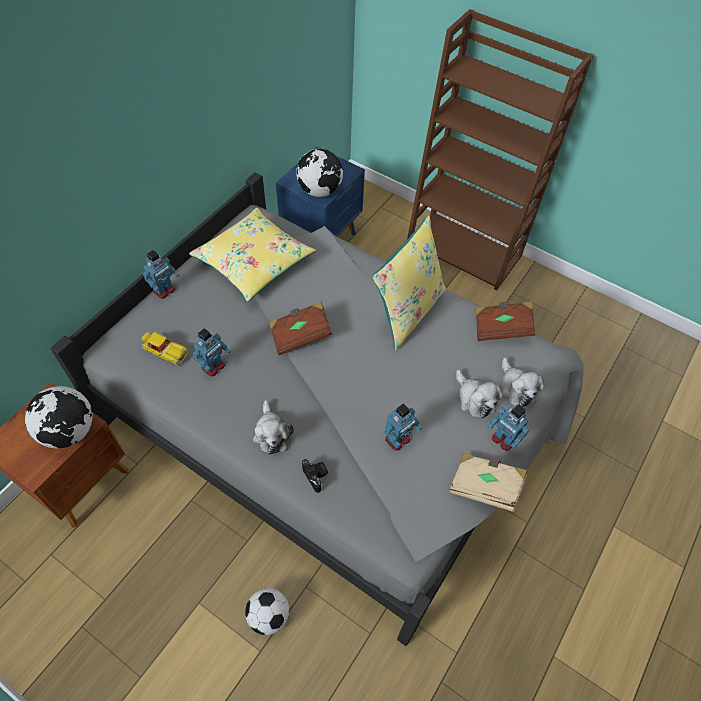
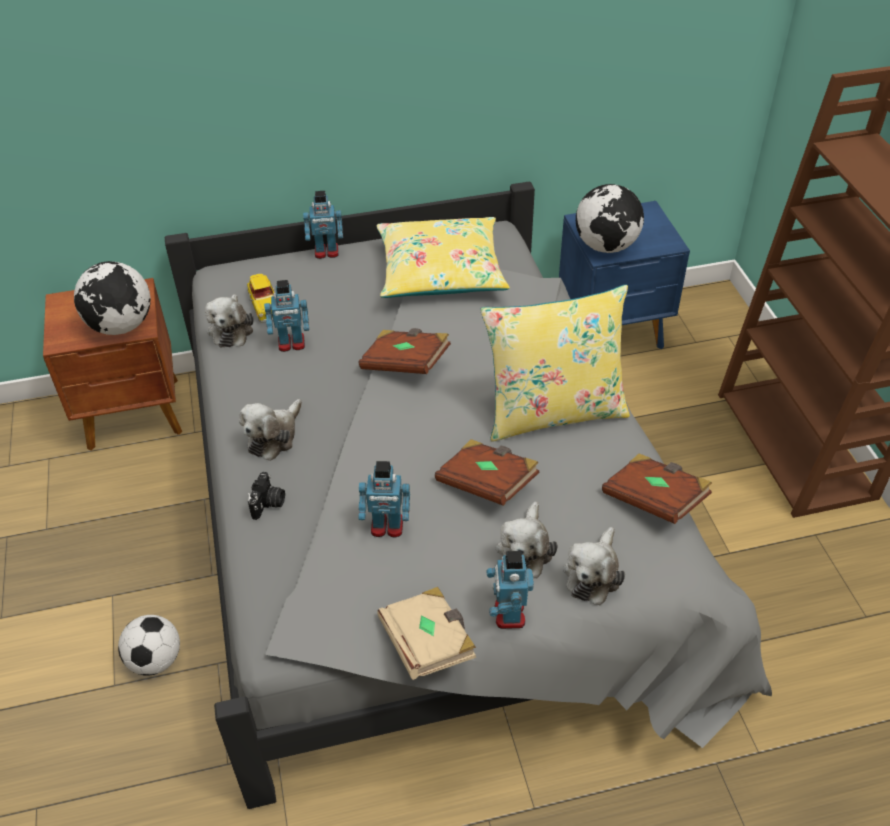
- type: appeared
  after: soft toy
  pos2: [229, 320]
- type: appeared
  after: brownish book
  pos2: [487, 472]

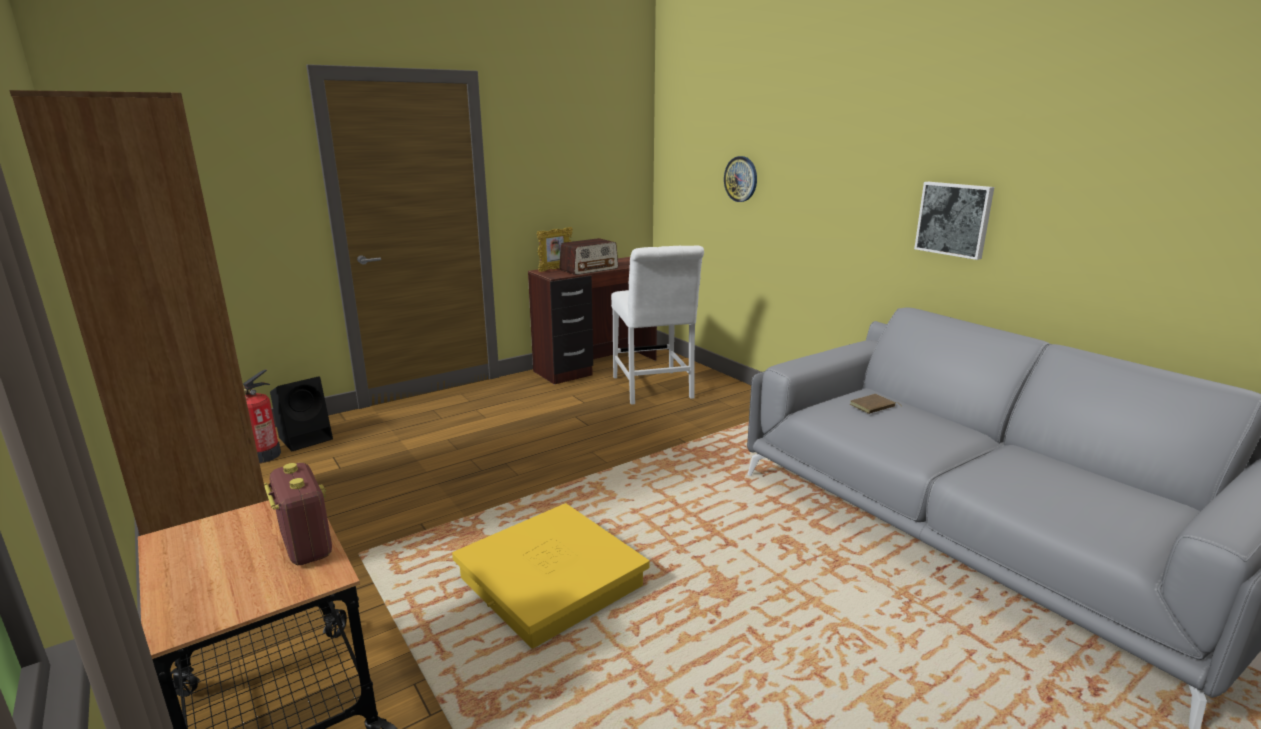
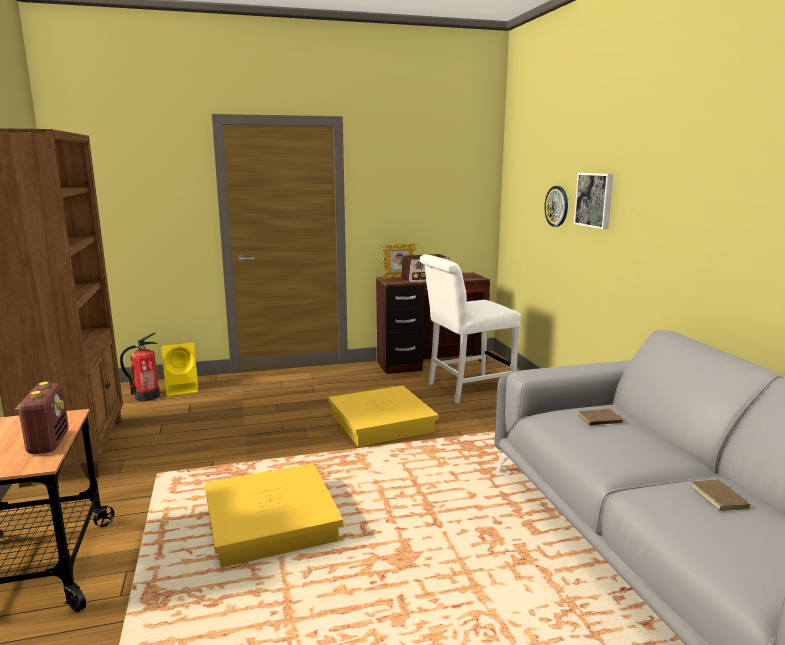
- type: colour
  before: black-coloured loudspeaker
  after: yellowish loudspeaker
  pos1: [301, 413]
  pos2: [180, 369]
- type: appeared
  after: yellowish storage bin
  pos2: [383, 416]
- type: spun
  before: whitish plain chair
  pos1: [657, 325]
  pos2: [470, 328]
  turn: 60
- type: relocated
  before: wall art
  pos1: [954, 221]
  pos2: [594, 201]
- type: appeared
  after: brownish book
  pos2: [721, 494]

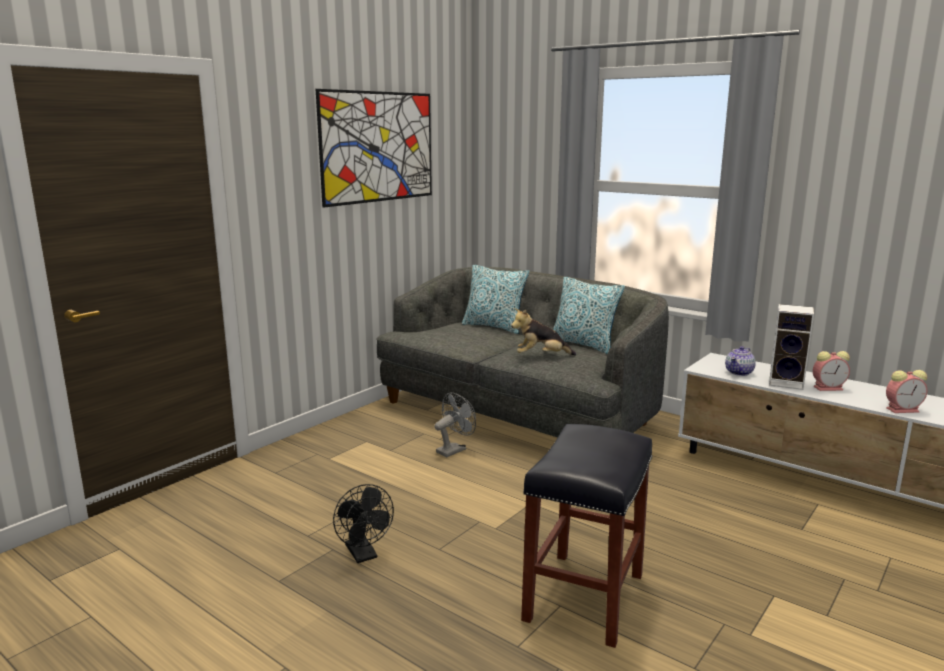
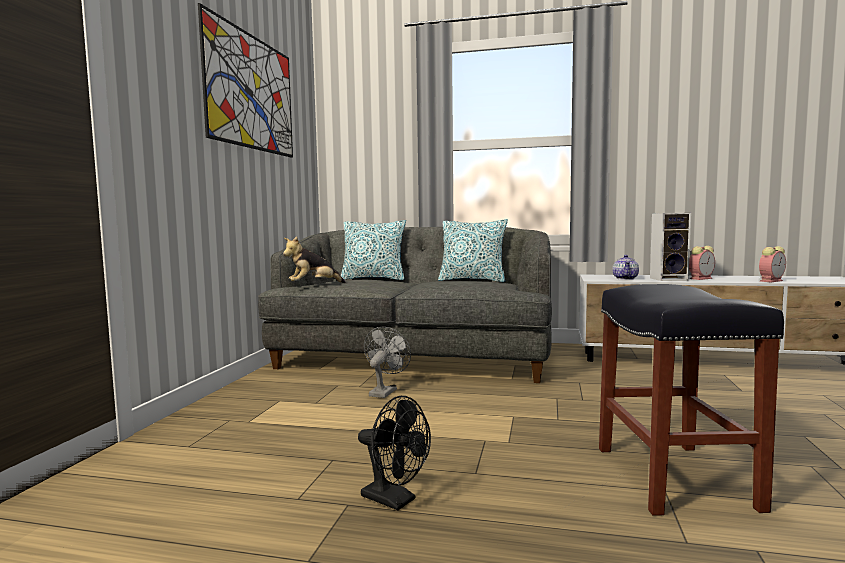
- type: relocated
  before: soft toy
  pos1: [543, 332]
  pos2: [314, 259]

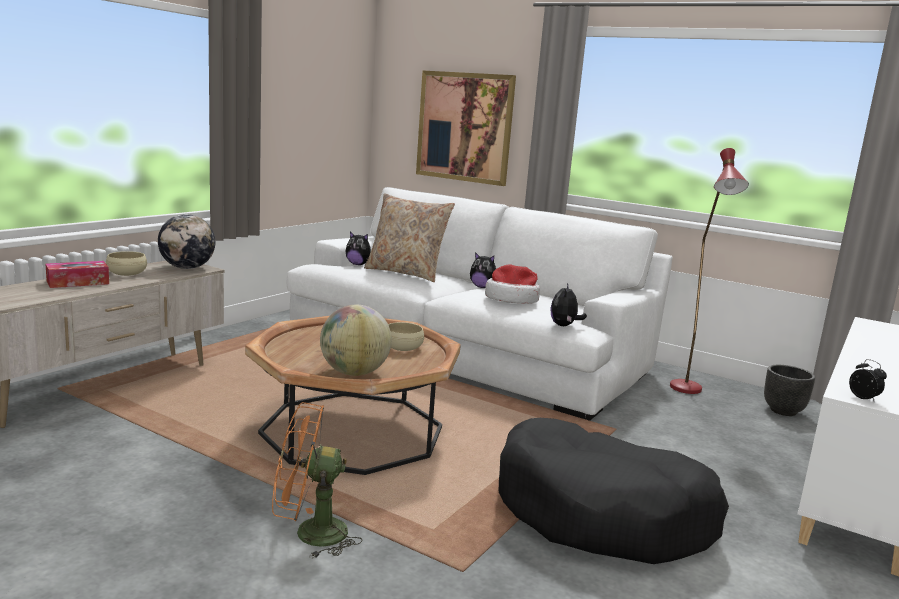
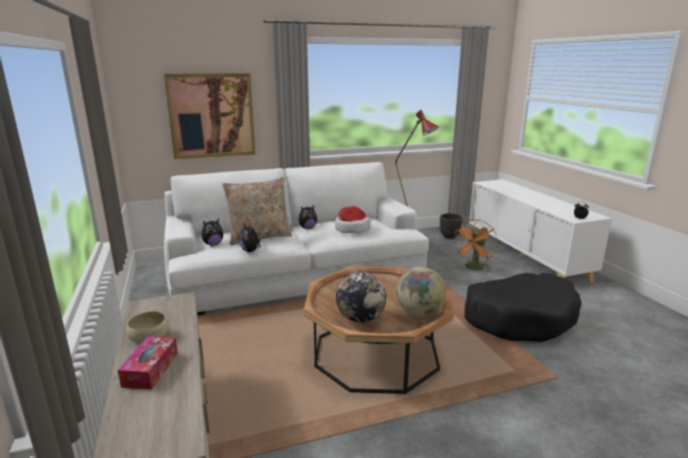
- type: relocated
  before: soft toy
  pos1: [568, 304]
  pos2: [250, 238]
- type: relocated
  before: desk globe
  pos1: [186, 241]
  pos2: [361, 297]
- type: relocated
  before: orange cooling fan
  pos1: [317, 480]
  pos2: [476, 245]
- type: missing
  before: beige-coloured deep dish
  pos1: [406, 336]

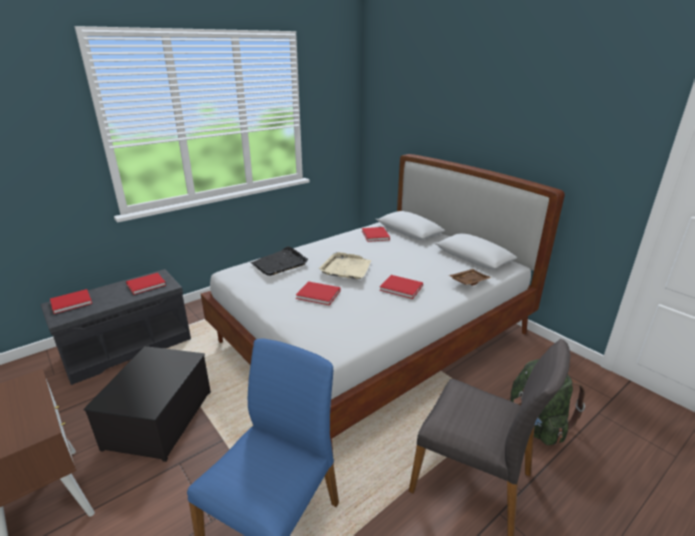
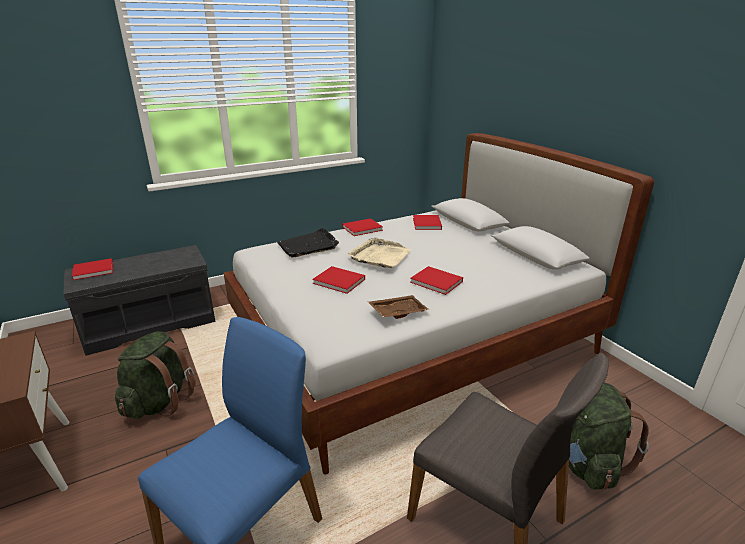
- type: exchanged
  before: storage bin
  after: greenish backpack
  pos1: [147, 404]
  pos2: [155, 375]
- type: relocated
  before: reddish book
  pos1: [146, 284]
  pos2: [362, 227]
- type: relocated
  before: brownish carrying tray
  pos1: [470, 277]
  pos2: [398, 307]

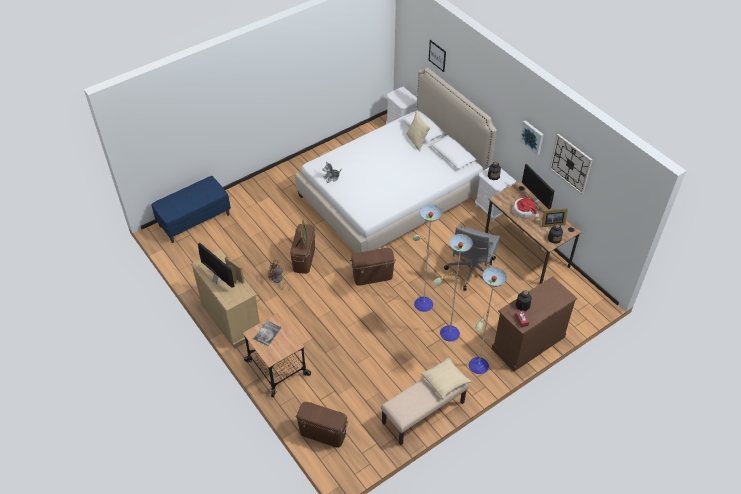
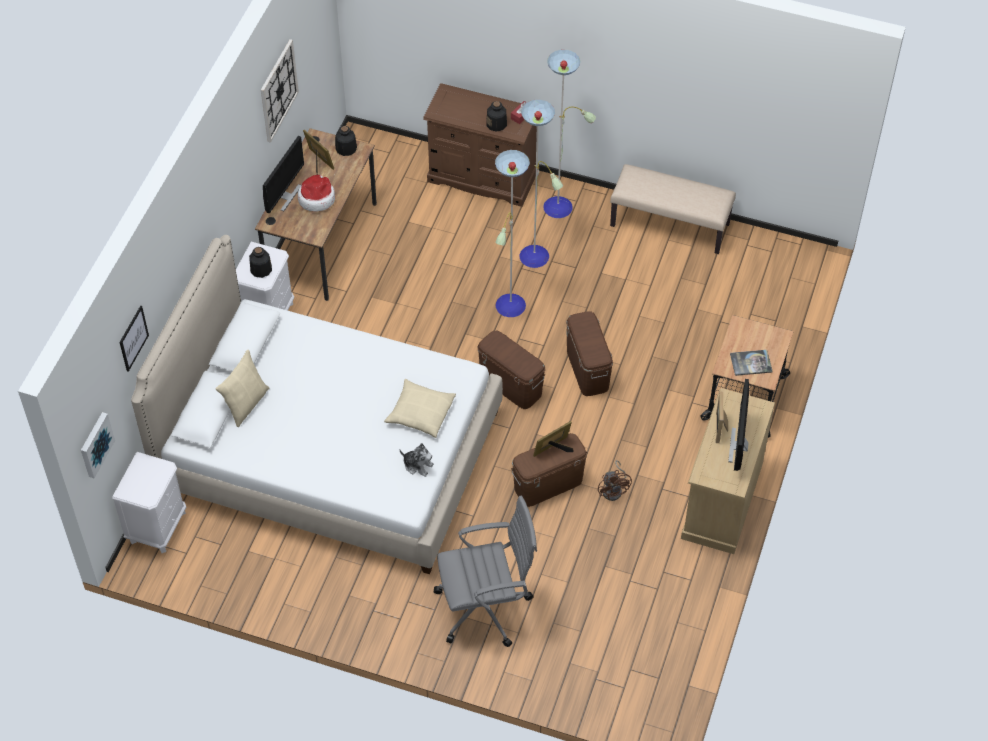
- type: relocated
  before: wall art
  pos1: [532, 137]
  pos2: [98, 445]
- type: relocated
  before: beige-coloured throw pillow
  pos1: [445, 377]
  pos2: [420, 408]
- type: relocated
  before: greyish desk chair
  pos1: [472, 257]
  pos2: [485, 572]
- type: relocated
  before: brownish storage bin
  pos1: [322, 425]
  pos2: [589, 353]
- type: missing
  before: bluish long seat
  pos1: [191, 209]

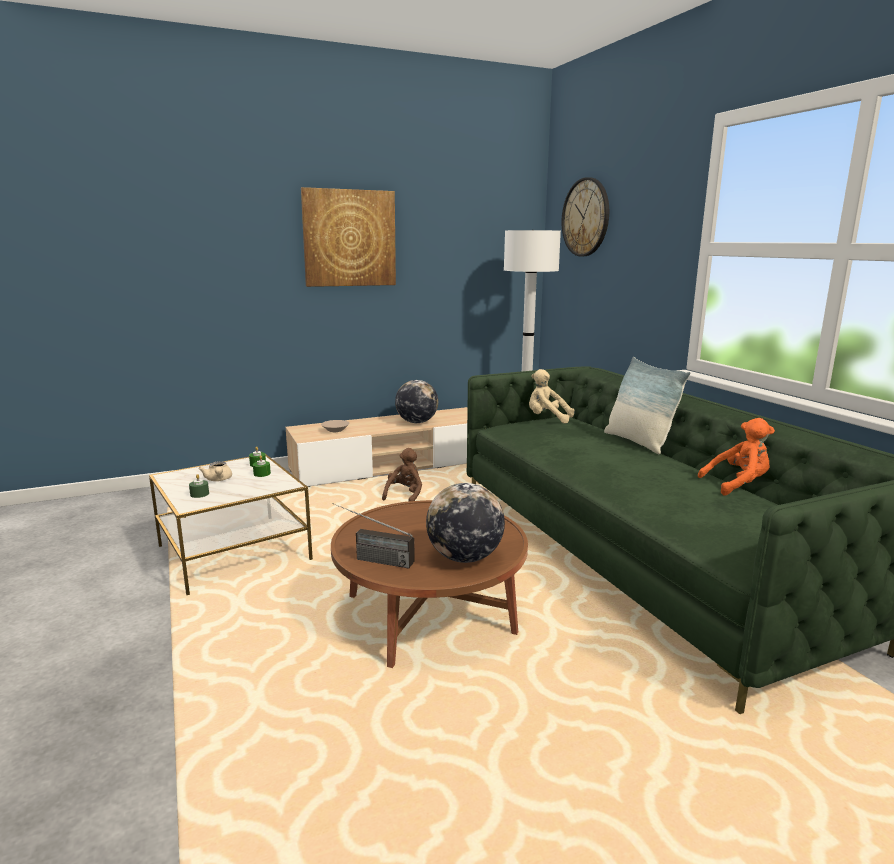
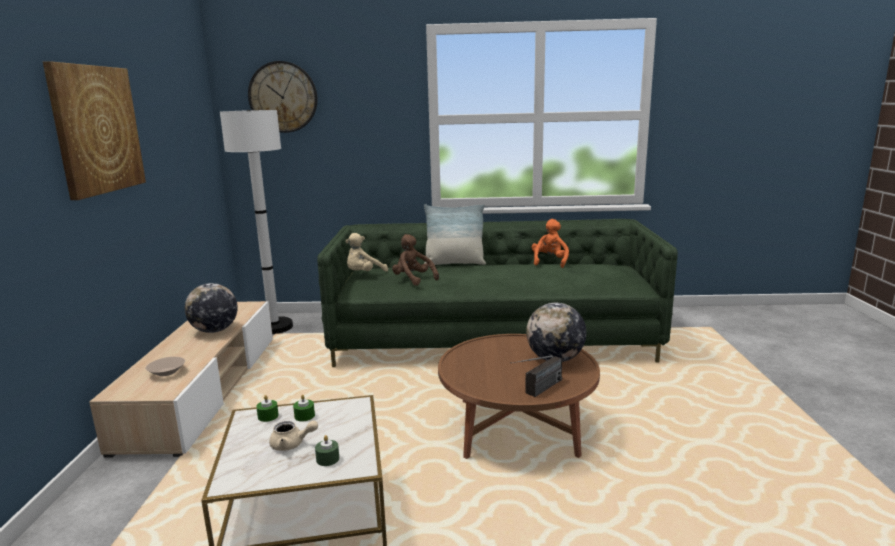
- type: relocated
  before: brownish soft toy
  pos1: [402, 474]
  pos2: [415, 260]

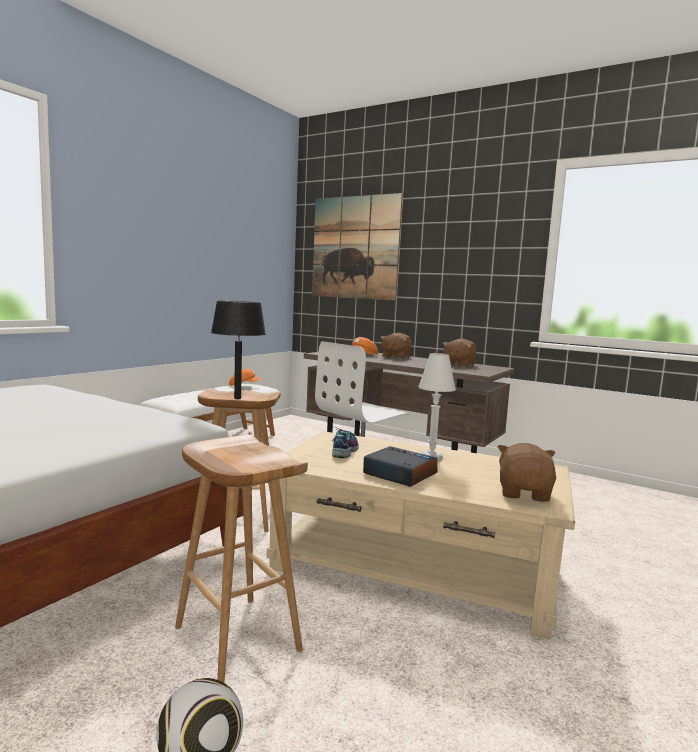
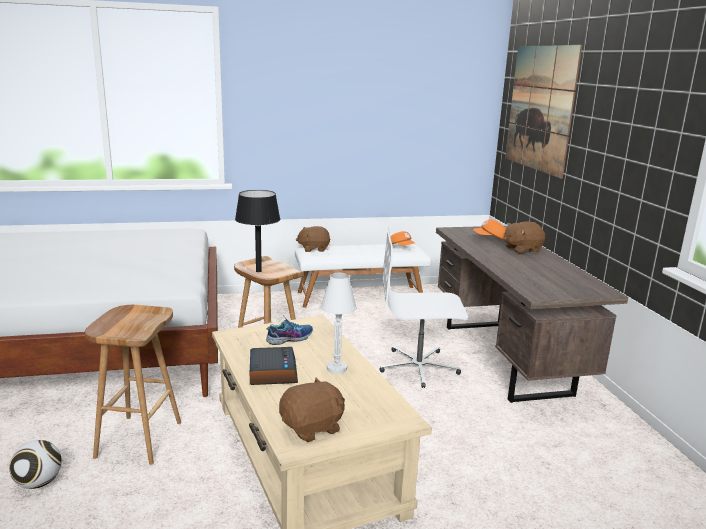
- type: relocated
  before: brownish soft toy
  pos1: [460, 353]
  pos2: [313, 239]

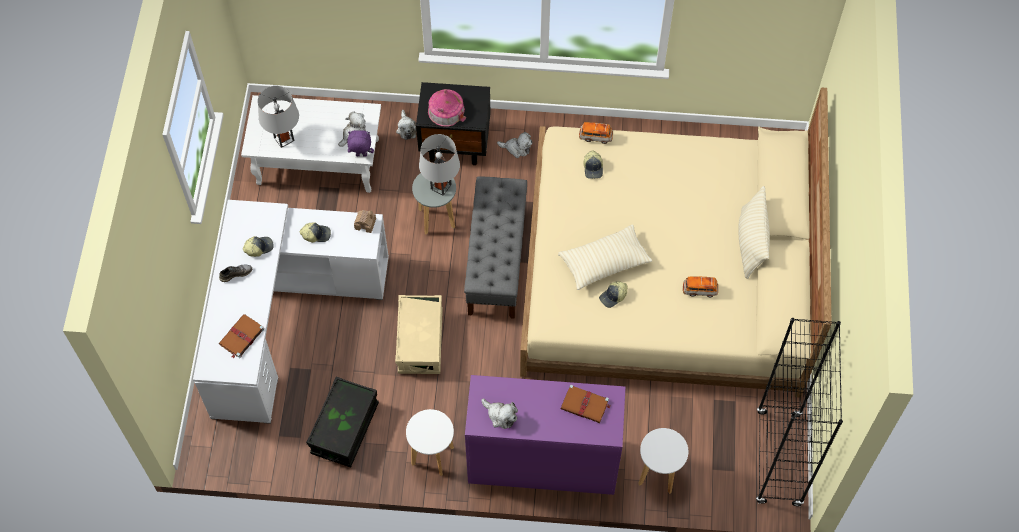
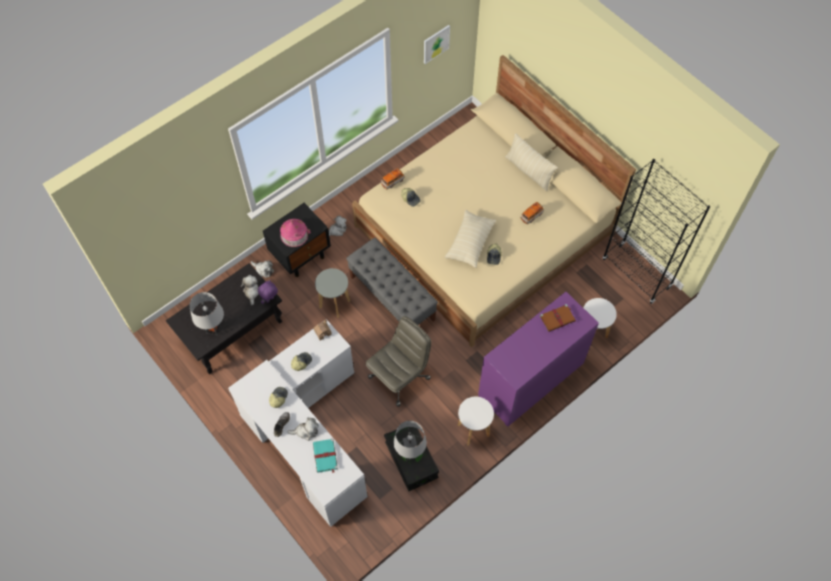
- type: colour
  before: whitish lounge table
  after: black-coloured lounge table
  pos1: [311, 144]
  pos2: [224, 318]
- type: relocated
  before: soft toy
  pos1: [499, 414]
  pos2: [303, 429]
- type: colour
  before: brownish book
  after: blue-green book
  pos1: [241, 336]
  pos2: [325, 456]
- type: exchanged
  before: beige-coloured storage bin
  after: greyish desk chair
  pos1: [419, 334]
  pos2: [398, 361]
- type: relocated
  before: greyish table lamp
  pos1: [439, 165]
  pos2: [410, 441]
- type: appeared
  after: wall art
  pos2: [437, 44]

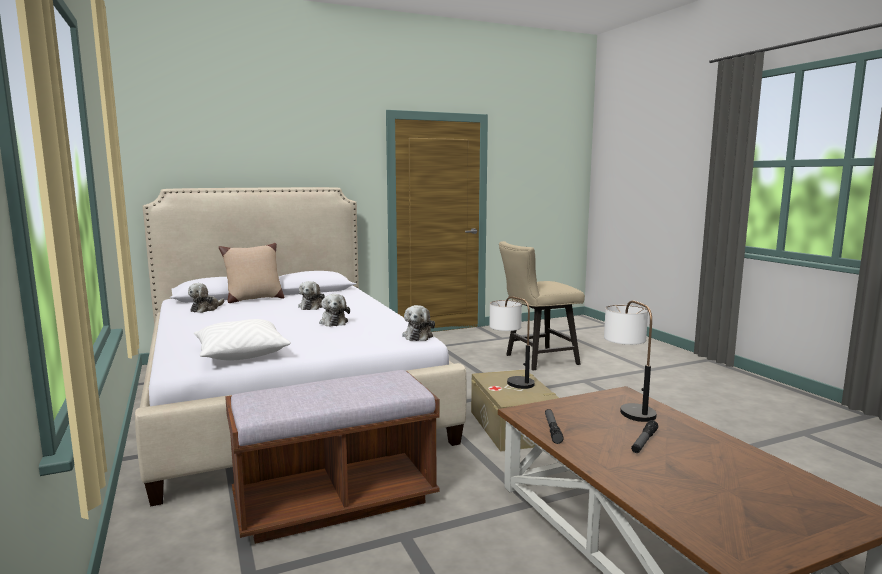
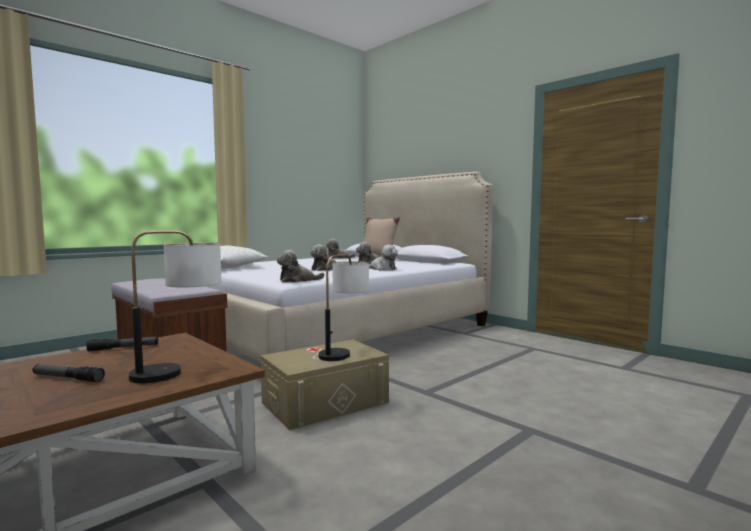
- type: appeared
  after: soft toy
  pos2: [383, 257]
- type: missing
  before: beige-coloured plain chair
  pos1: [542, 305]

